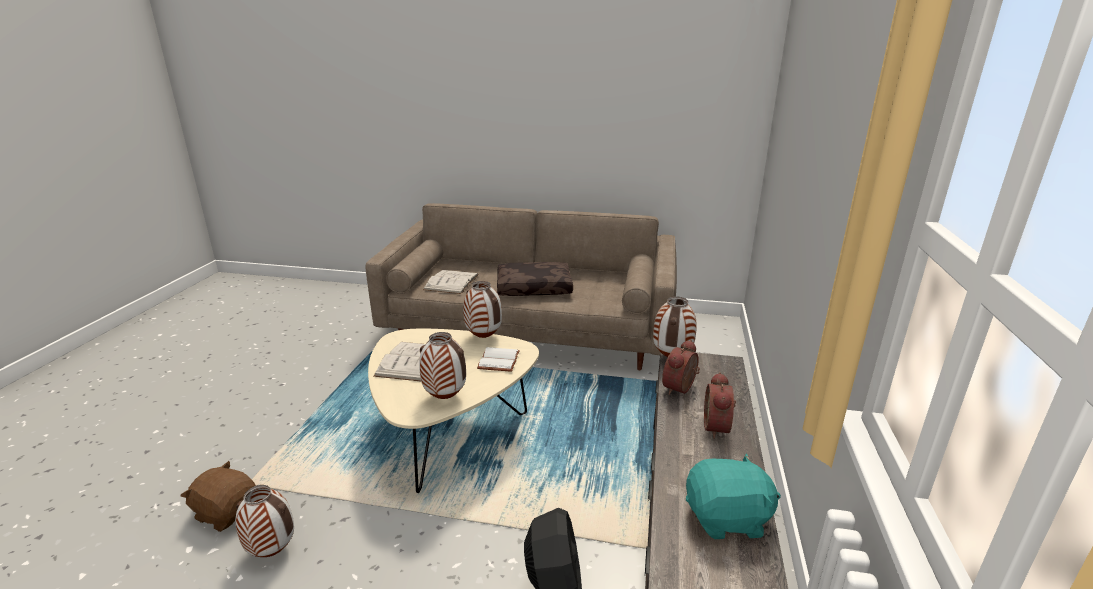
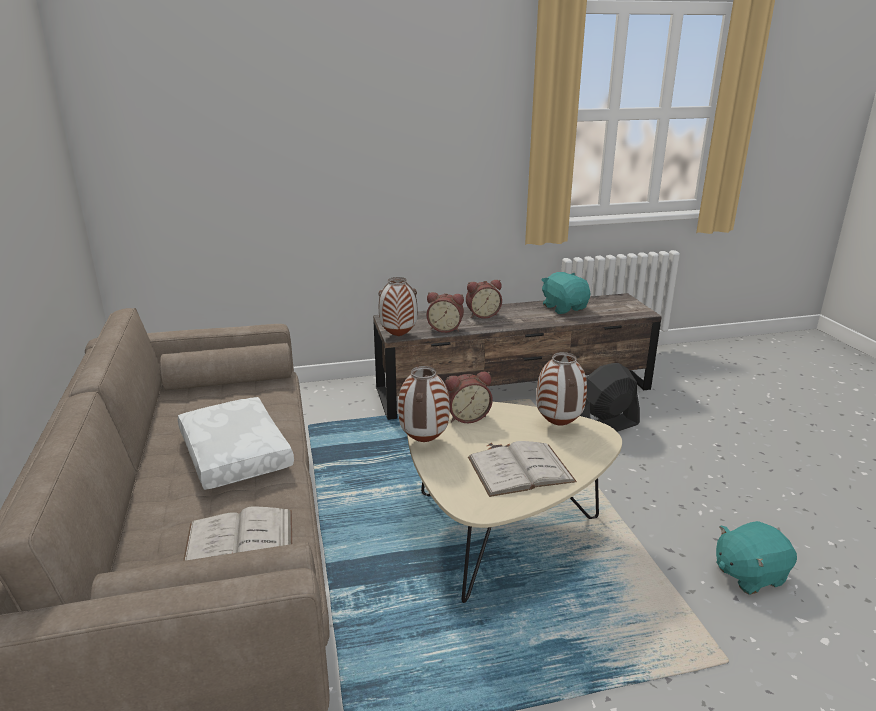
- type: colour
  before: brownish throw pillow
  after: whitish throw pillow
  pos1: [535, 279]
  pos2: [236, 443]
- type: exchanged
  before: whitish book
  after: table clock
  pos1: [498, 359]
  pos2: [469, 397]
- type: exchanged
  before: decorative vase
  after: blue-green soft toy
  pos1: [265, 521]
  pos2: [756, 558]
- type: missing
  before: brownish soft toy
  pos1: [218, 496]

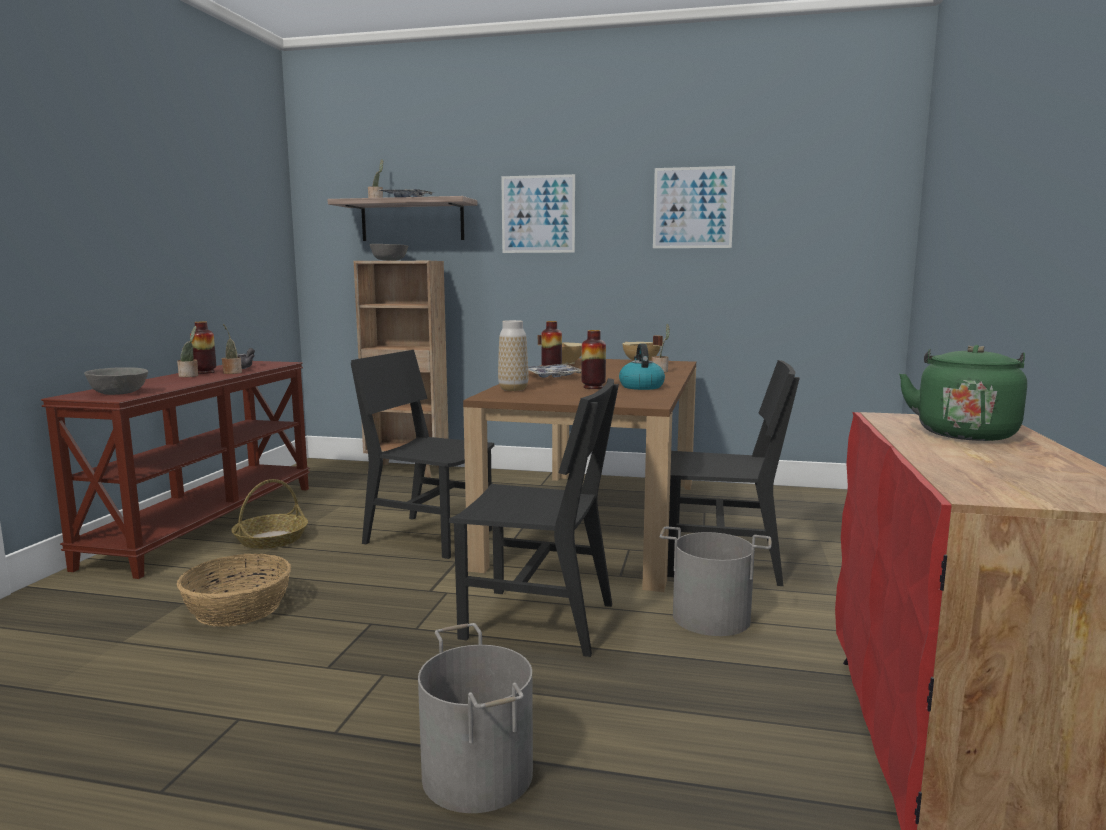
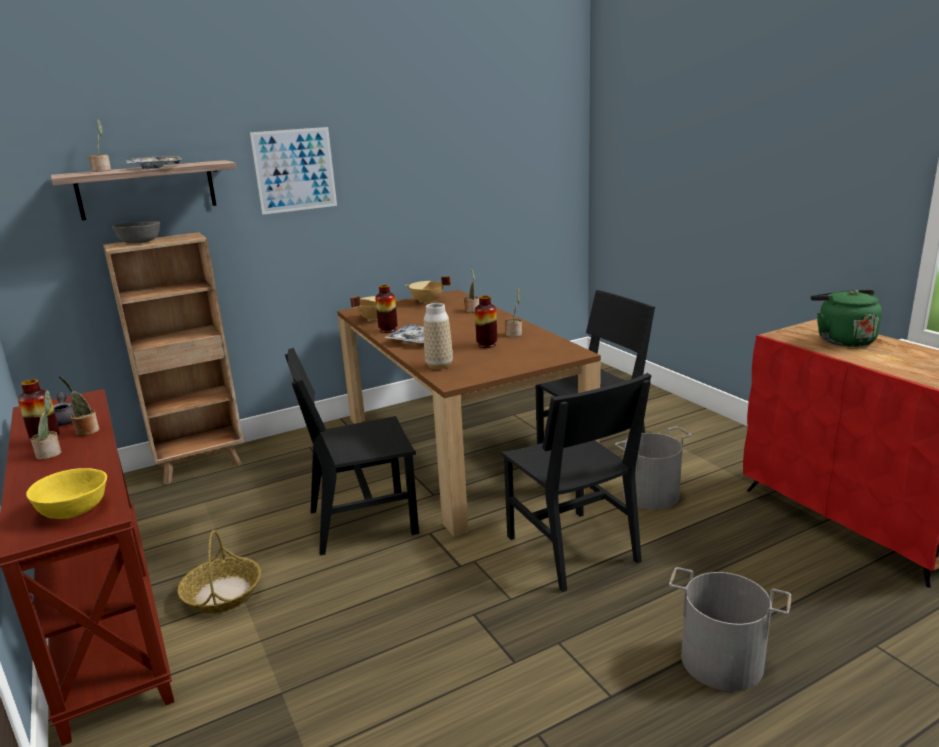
- type: colour
  before: greyish deep dish
  after: yellowish deep dish
  pos1: [116, 381]
  pos2: [66, 493]
- type: spun
  before: black-coloured plain chair
  pos1: [534, 517]
  pos2: [576, 482]
  turn: 90
- type: exchanged
  before: tea kettle
  after: plant in a pot
  pos1: [642, 367]
  pos2: [513, 312]
- type: missing
  before: storage basket
  pos1: [234, 590]
- type: missing
  before: wall art
  pos1: [694, 207]

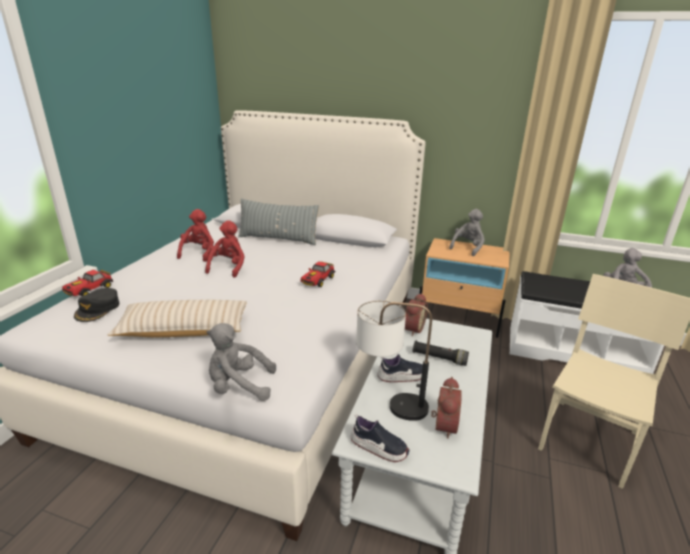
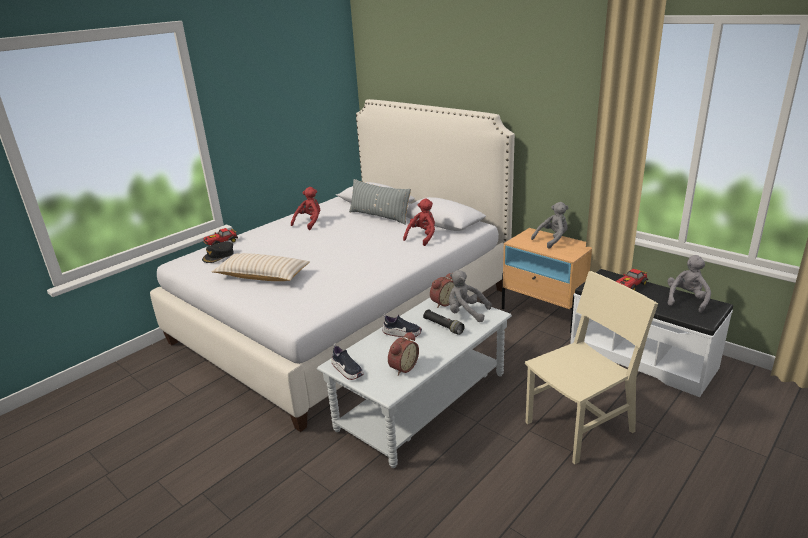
- type: relocated
  before: reddish soft toy
  pos1: [225, 249]
  pos2: [419, 222]
- type: relocated
  before: greyish soft toy
  pos1: [241, 362]
  pos2: [470, 296]
- type: relocated
  before: model car
  pos1: [317, 274]
  pos2: [632, 280]
- type: missing
  before: table lamp
  pos1: [394, 360]

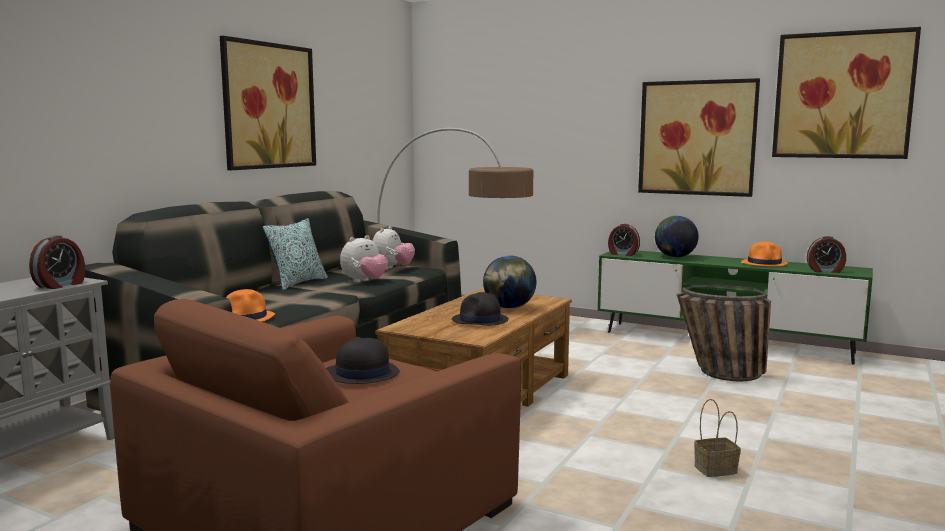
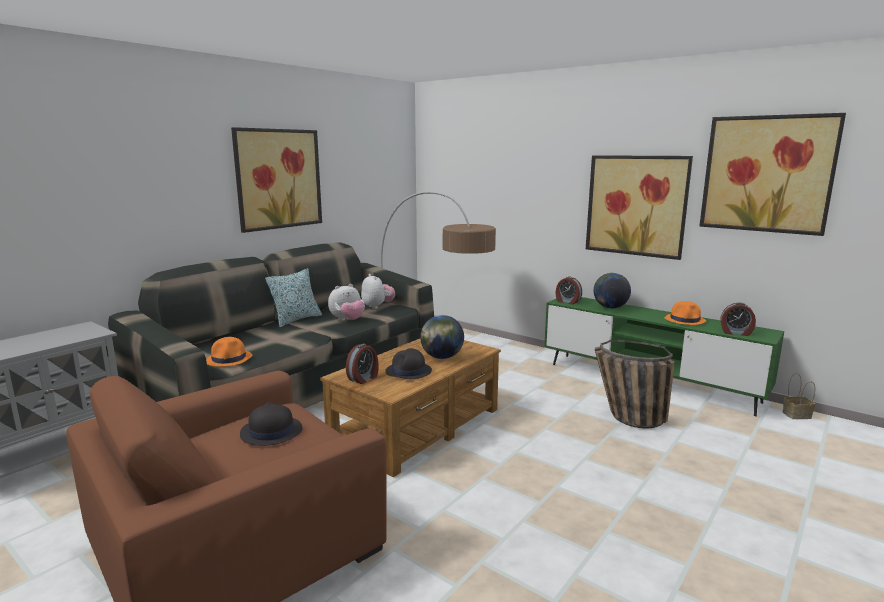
- type: relocated
  before: table clock
  pos1: [57, 262]
  pos2: [362, 364]
- type: spun
  before: soft toy
  pos1: [393, 248]
  pos2: [378, 291]
  turn: -60
- type: relocated
  before: storage basket
  pos1: [717, 438]
  pos2: [799, 396]

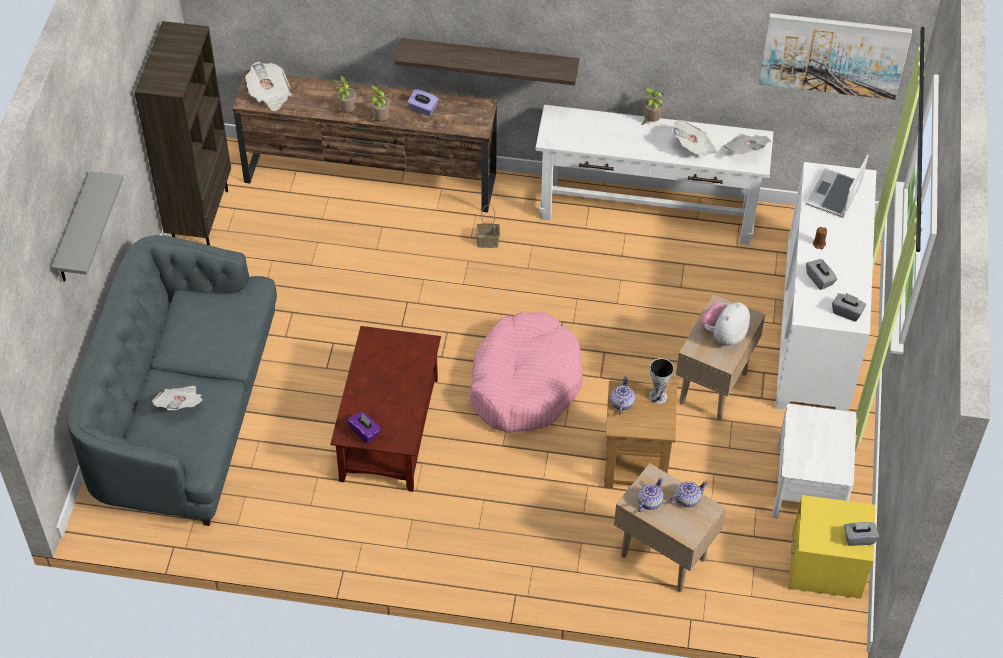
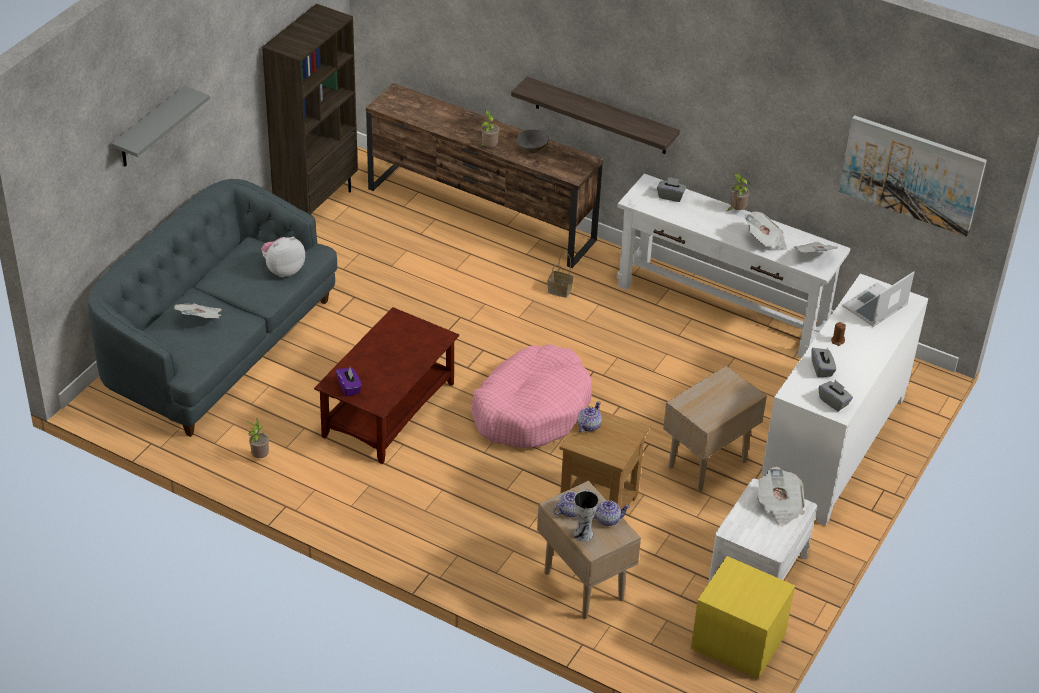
- type: relocated
  before: plant in a pot
  pos1: [344, 94]
  pos2: [258, 438]
- type: relocated
  before: soft toy
  pos1: [725, 324]
  pos2: [283, 257]
- type: exchanged
  before: purplish tissue box
  after: greyish deep dish
  pos1: [423, 102]
  pos2: [532, 142]
- type: relocated
  before: decorative vase
  pos1: [661, 381]
  pos2: [586, 516]
- type: relocated
  before: greyish tissue box
  pos1: [861, 534]
  pos2: [671, 189]
- type: relocated
  before: newspaper
  pos1: [268, 86]
  pos2: [781, 496]

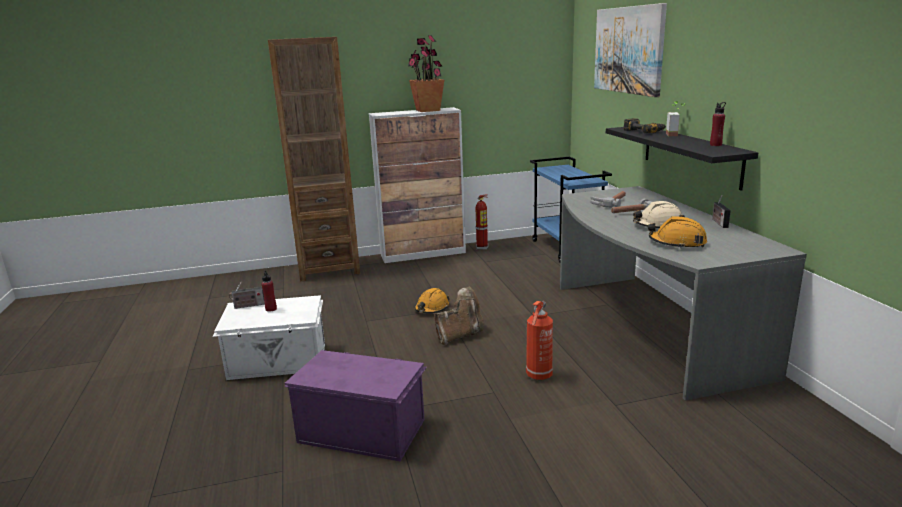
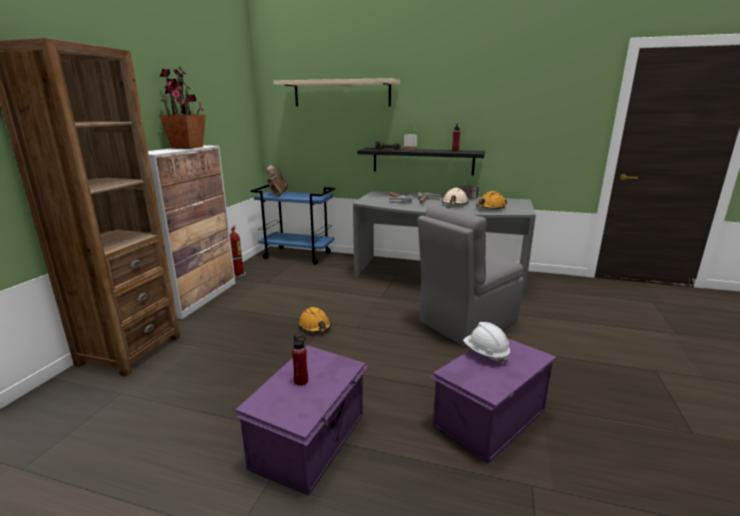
- type: colour
  before: whitish storage bin
  after: purplish storage bin
  pos1: [268, 337]
  pos2: [301, 420]
- type: relocated
  before: brownish boot
  pos1: [459, 316]
  pos2: [277, 181]
- type: exchanged
  before: wall art
  after: beige-coloured shelf
  pos1: [630, 50]
  pos2: [336, 92]
- type: exchanged
  before: fire extinguisher
  after: greyish plain chair
  pos1: [539, 340]
  pos2: [470, 275]
- type: appeared
  after: whitish work helmet
  pos2: [486, 343]
- type: missing
  before: radio receiver
  pos1: [247, 295]

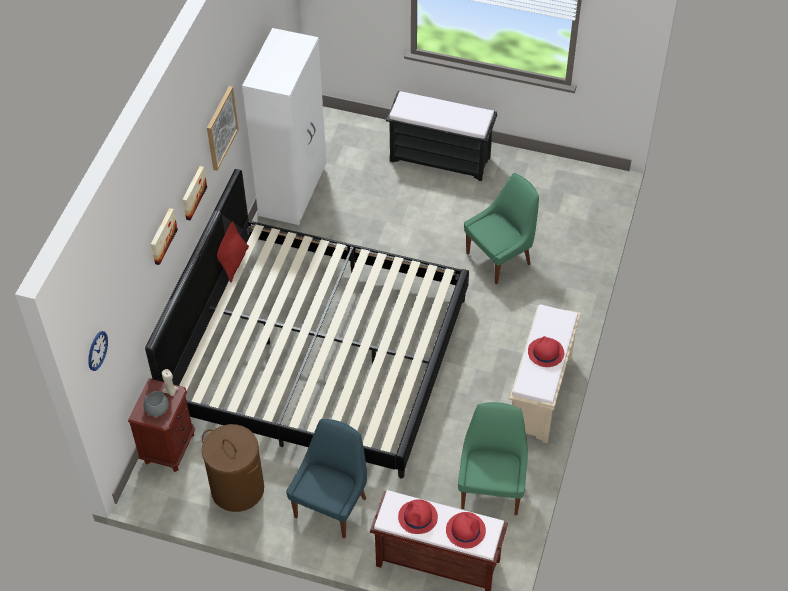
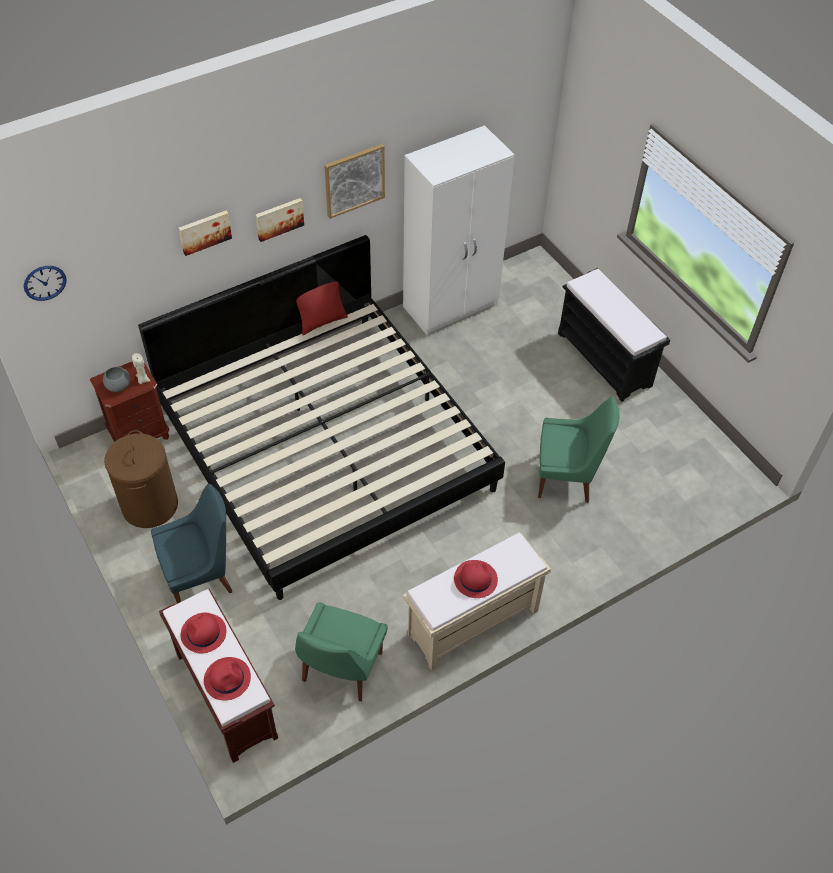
- type: spun
  before: greenish plain chair
  pos1: [493, 458]
  pos2: [341, 651]
  turn: 150

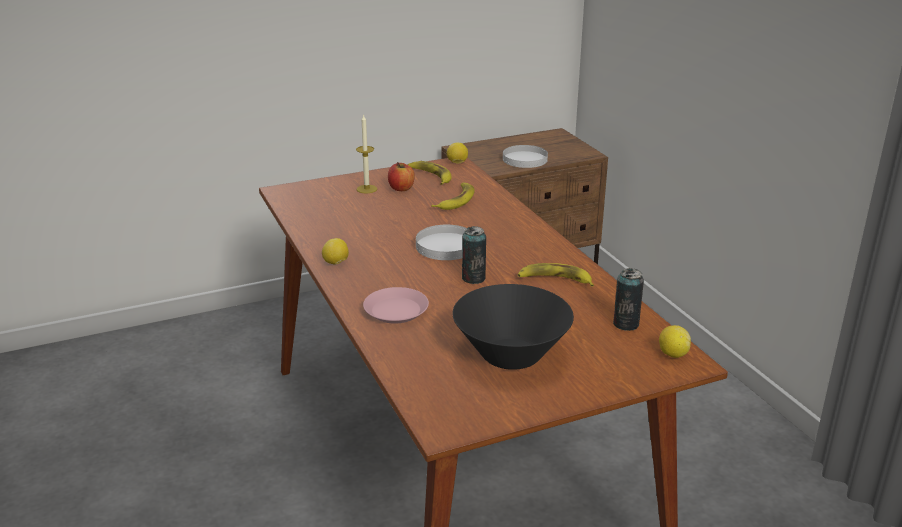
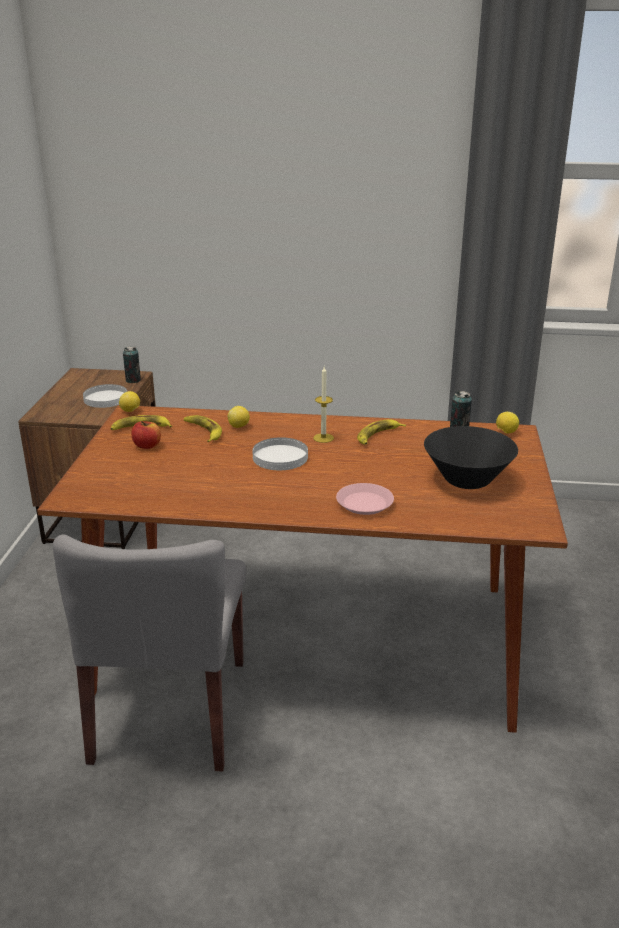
- type: appeared
  after: greyish plain chair
  pos2: [149, 652]
- type: relocated
  before: metal can
  pos1: [474, 255]
  pos2: [132, 365]
- type: relocated
  before: lemon
  pos1: [335, 251]
  pos2: [239, 417]
- type: relocated
  before: candle
  pos1: [366, 153]
  pos2: [323, 405]

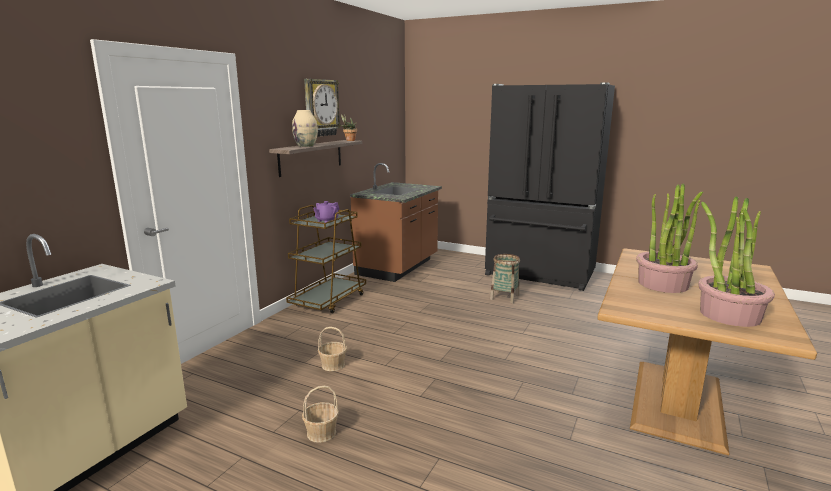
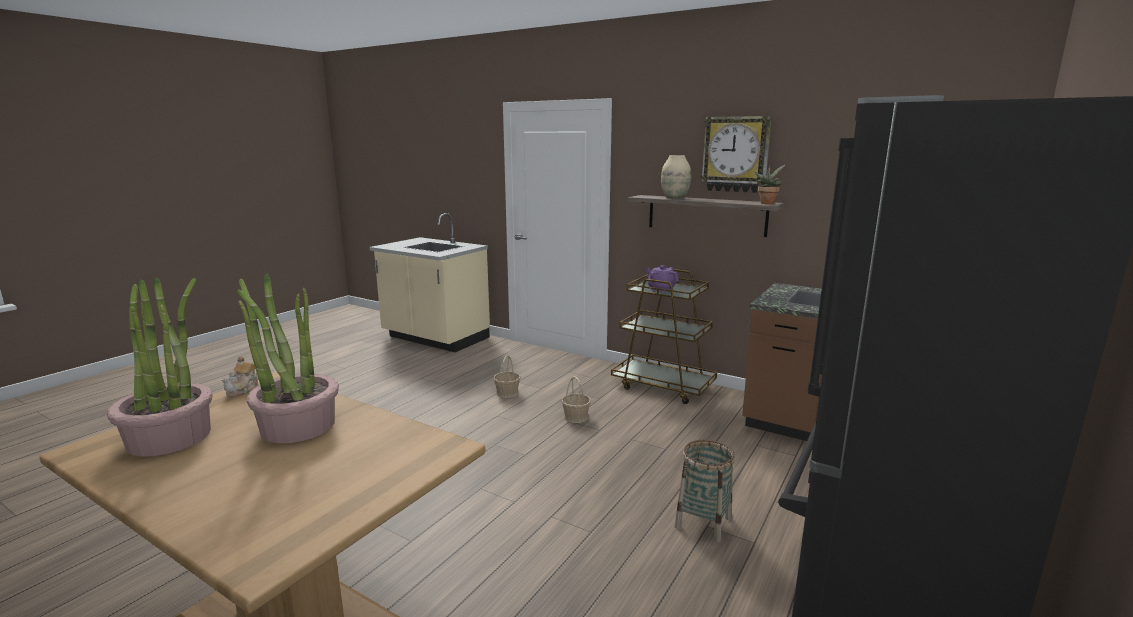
- type: appeared
  after: pot for tea
  pos2: [239, 376]
- type: relocated
  before: storage basket
  pos1: [320, 414]
  pos2: [576, 399]

